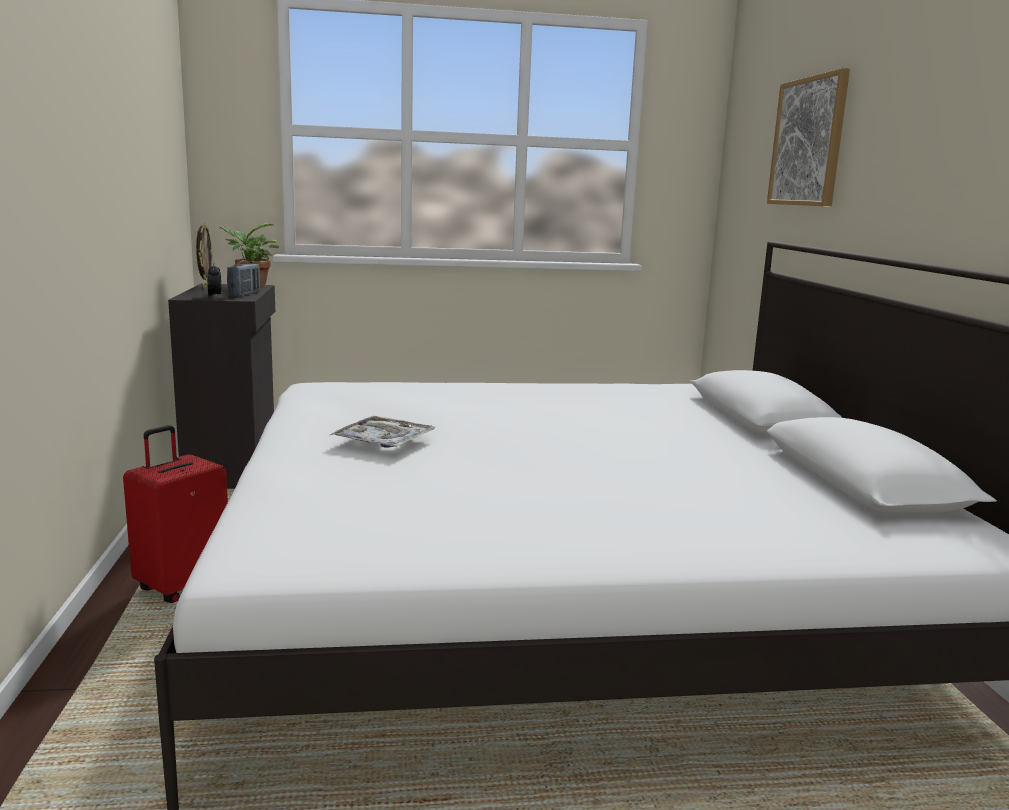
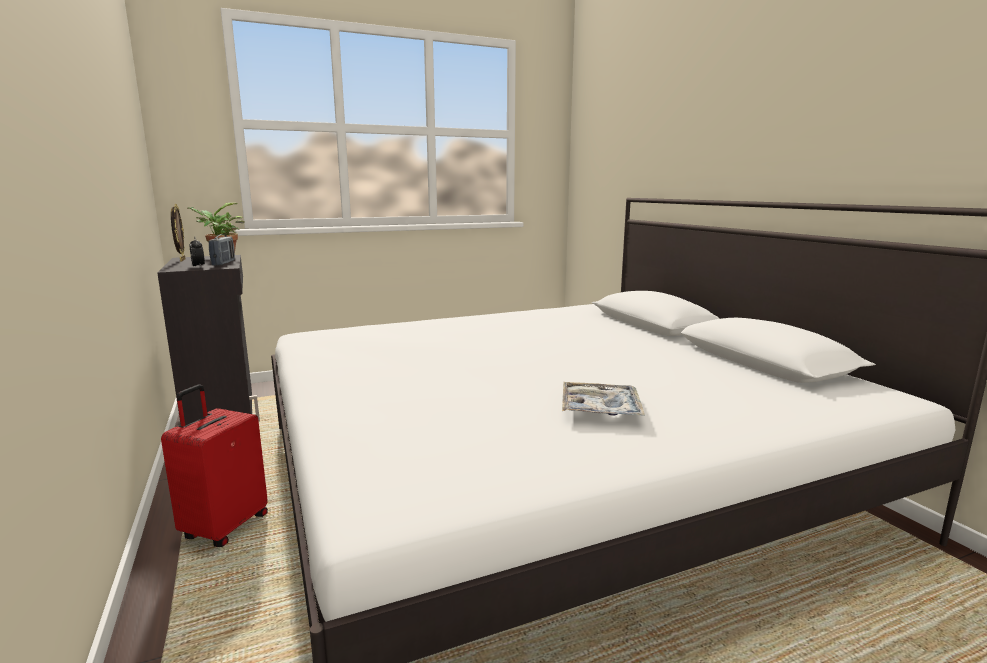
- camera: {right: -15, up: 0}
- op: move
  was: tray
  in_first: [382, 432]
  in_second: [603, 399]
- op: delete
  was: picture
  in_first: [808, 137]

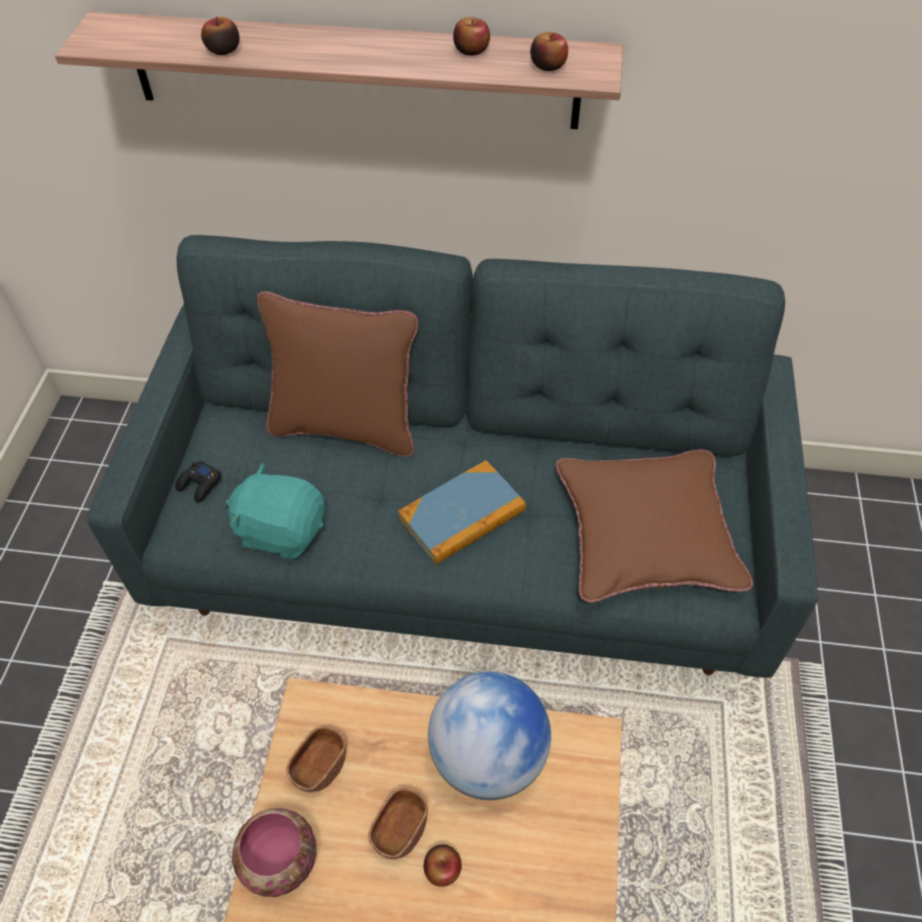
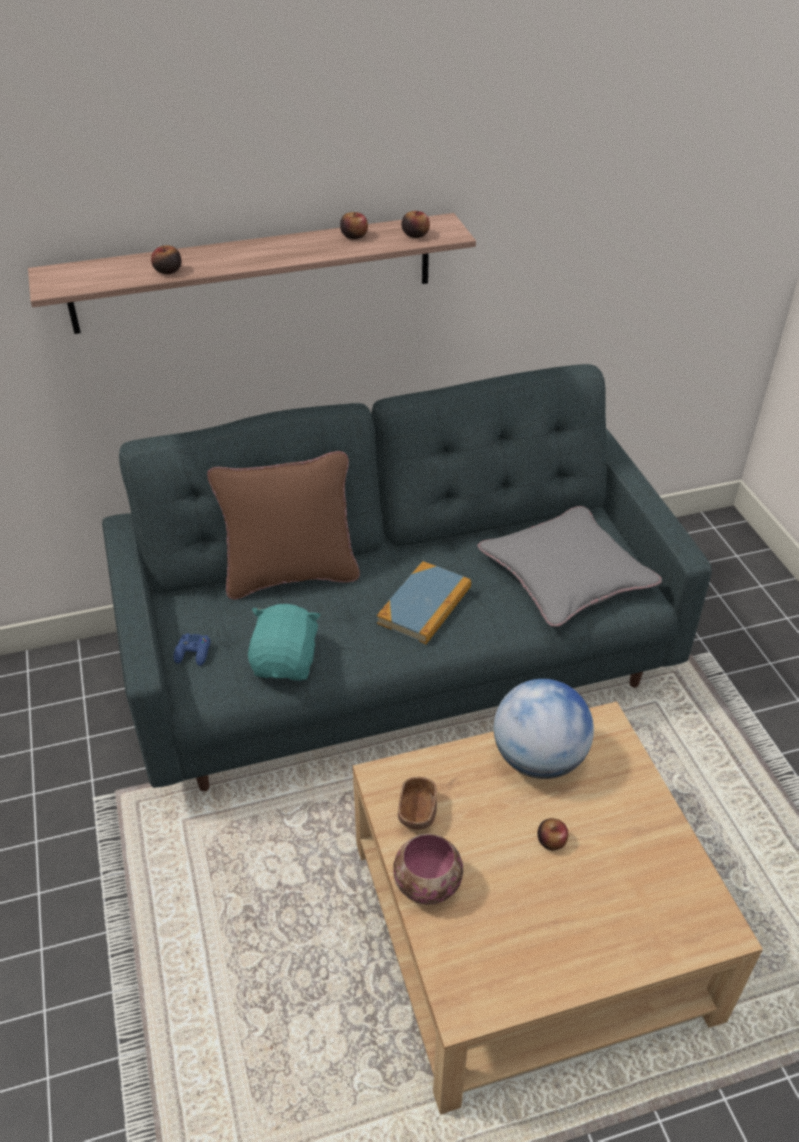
- camera: {right: -25, up: -10}
- op: recolor
  was: game controller (black)
  now: game controller (blue)
  in_first: [198, 482]
  in_second: [192, 649]
- op: rotate
  was: plush toy (turquoise)
  in_first: [275, 511]
  in_second: [284, 642]
  clockwise: 105
- op: recolor
  was: pillow (brown)
  now: pillow (grey)
  in_first: [654, 526]
  in_second: [569, 566]
- op: delete
  was: bowl (brown)
  in_first: [398, 823]

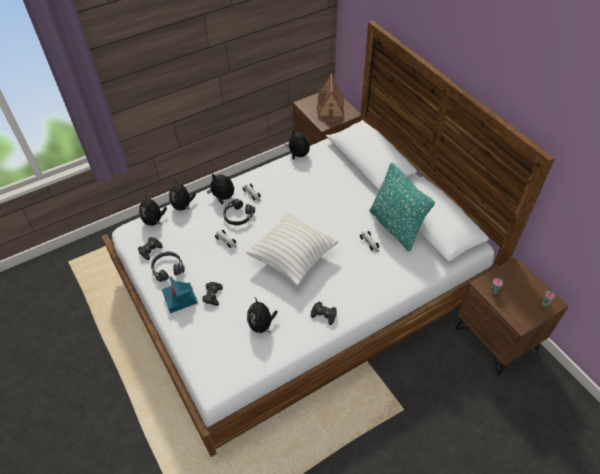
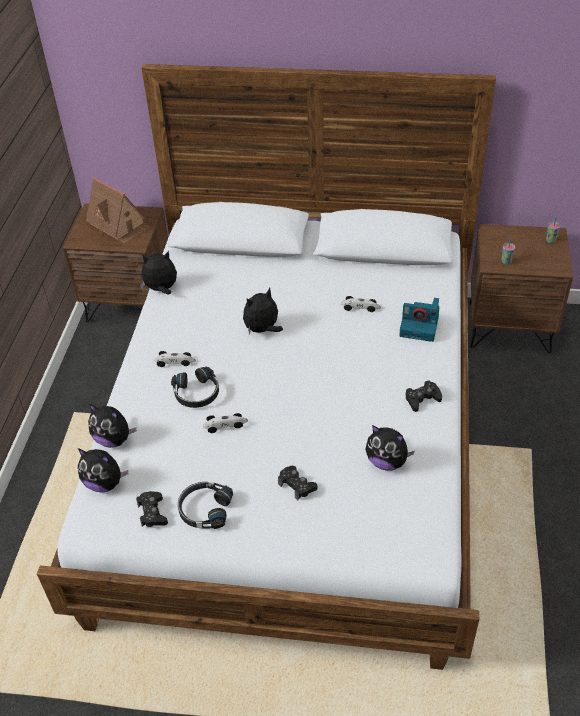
- camera: {right: -50, up: -5}
- op: move
  was: plush toy
  in_first: [220, 188]
  in_second: [263, 311]
- op: move
  was: photo camera
  in_first: [180, 295]
  in_second: [419, 320]
- op: delete
  was: pillow (white)
  in_first: [292, 249]
- op: delete
  was: pillow (turquoise)
  in_first: [402, 207]

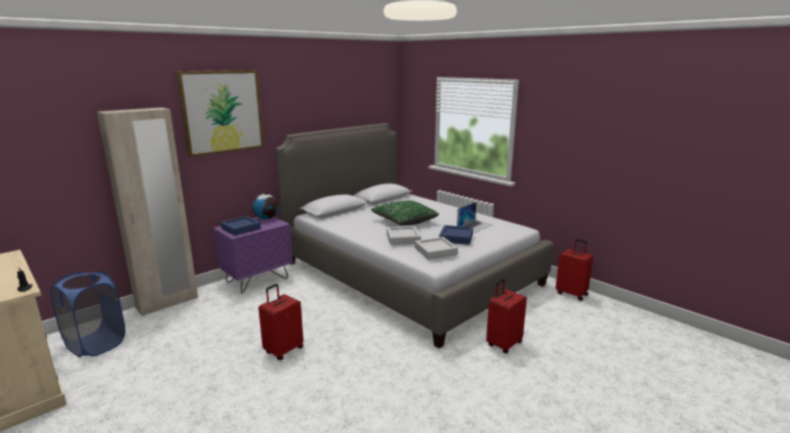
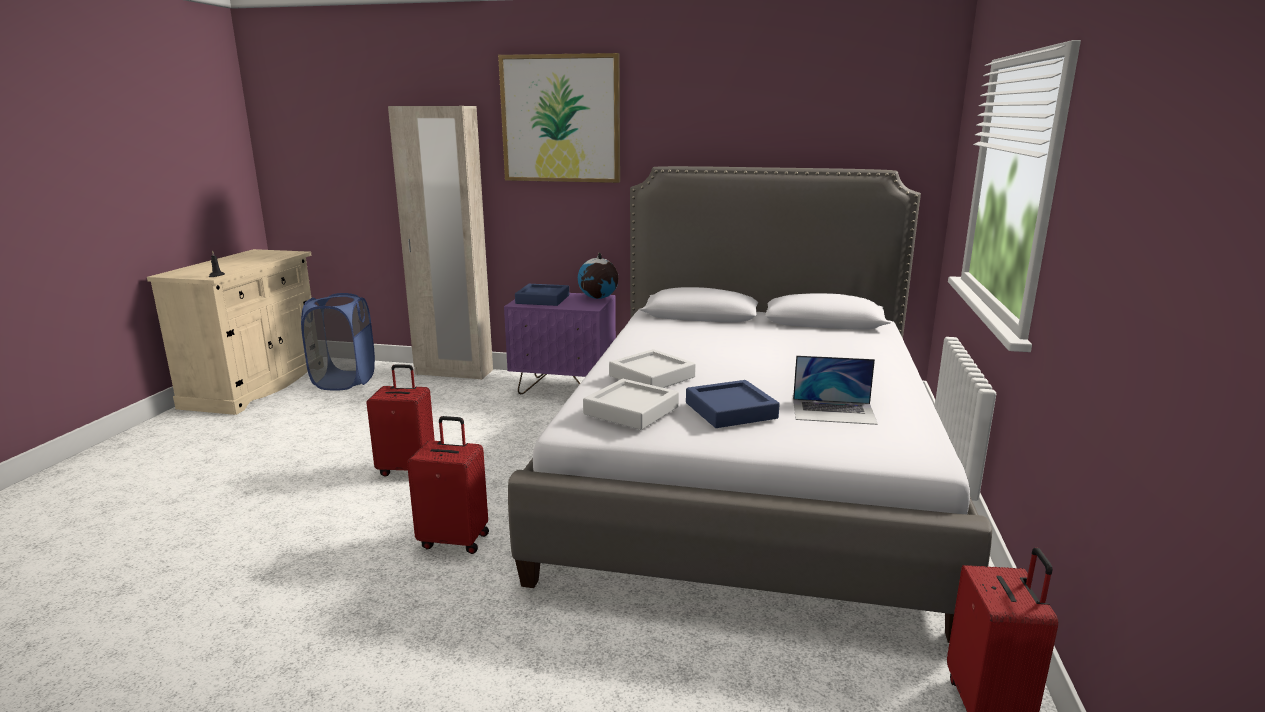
- camera: {right: 55, up: 0}
- op: move
  was: suitcase (red)
  in_first: [506, 316]
  in_second: [448, 485]
- op: delete
  was: pillow (green)
  in_first: [405, 213]

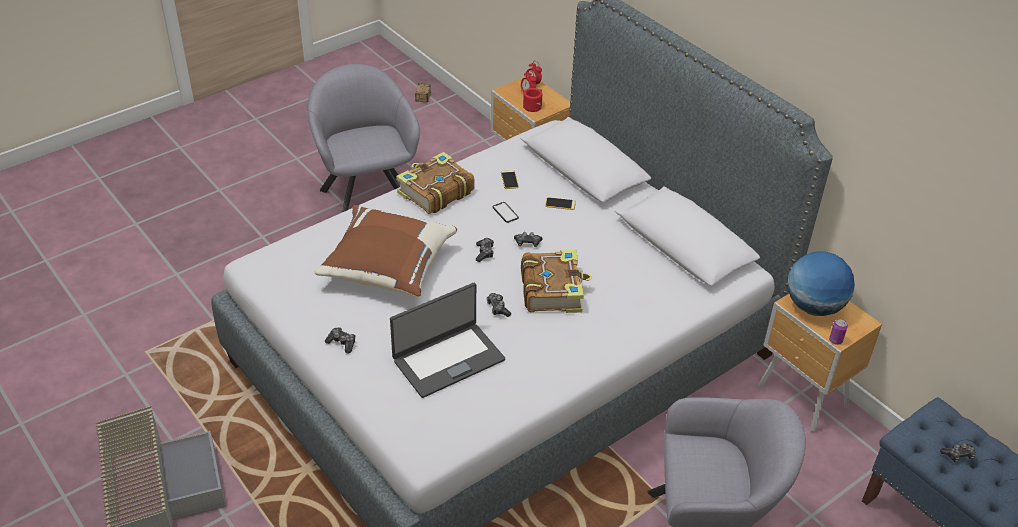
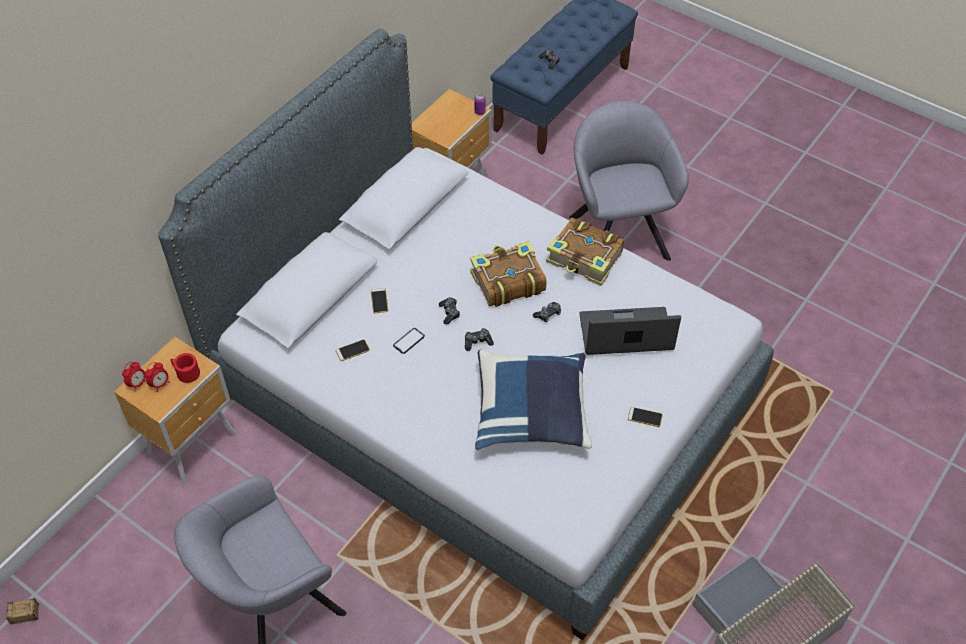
- camera: {right: -105, up: 10}
- op: recolor
  was: pillow (brown)
  now: pillow (blue)
  in_first: [386, 251]
  in_second: [533, 400]
- op: move
  was: book
  in_first: [435, 183]
  in_second: [585, 252]
- op: rotate
  was: laptop
  in_first: [447, 340]
  in_second: [630, 331]
  clockwise: -45
- op: replace
  was: game controller
  now: phone
  in_first: [340, 340]
  in_second: [645, 417]
- op: delete
  was: globe
  in_first: [821, 283]

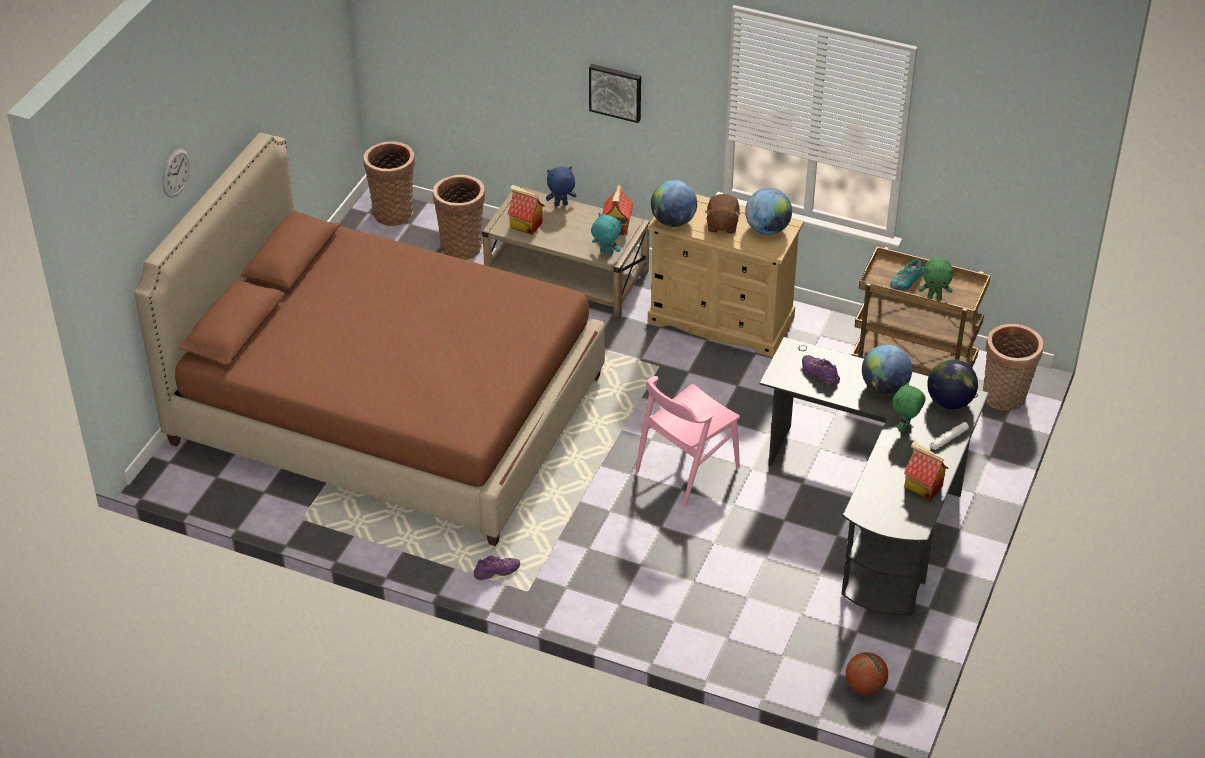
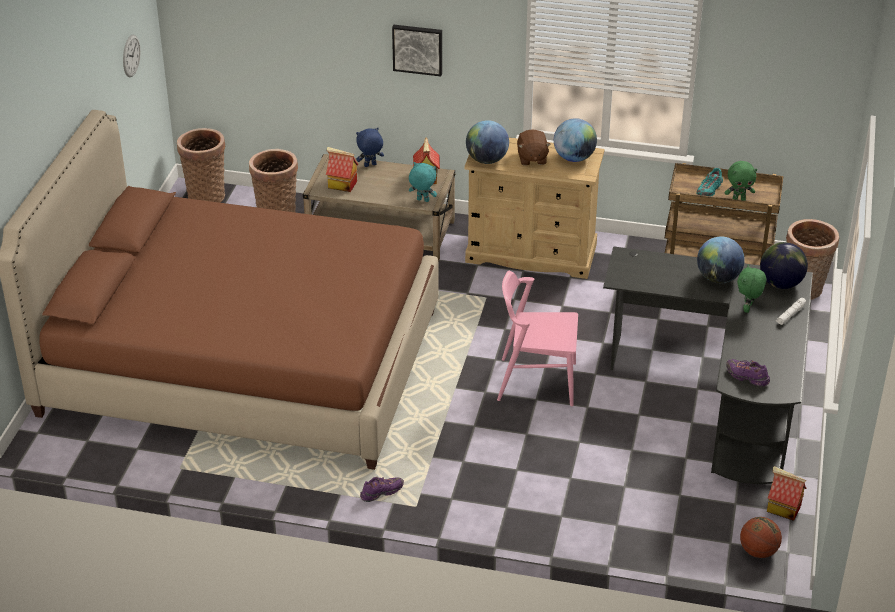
- camera: {right: -10, up: -5}
- op: move
  was: wall clock
  in_first: [176, 173]
  in_second: [131, 55]
- op: rotate
  was: chair (pink)
  in_first: [687, 441]
  in_second: [537, 338]
  clockwise: 60
- op: move
  was: shoe (purple)
  in_first: [821, 370]
  in_second: [748, 372]
- op: move
  was: toy house
  in_first: [926, 470]
  in_second: [786, 493]

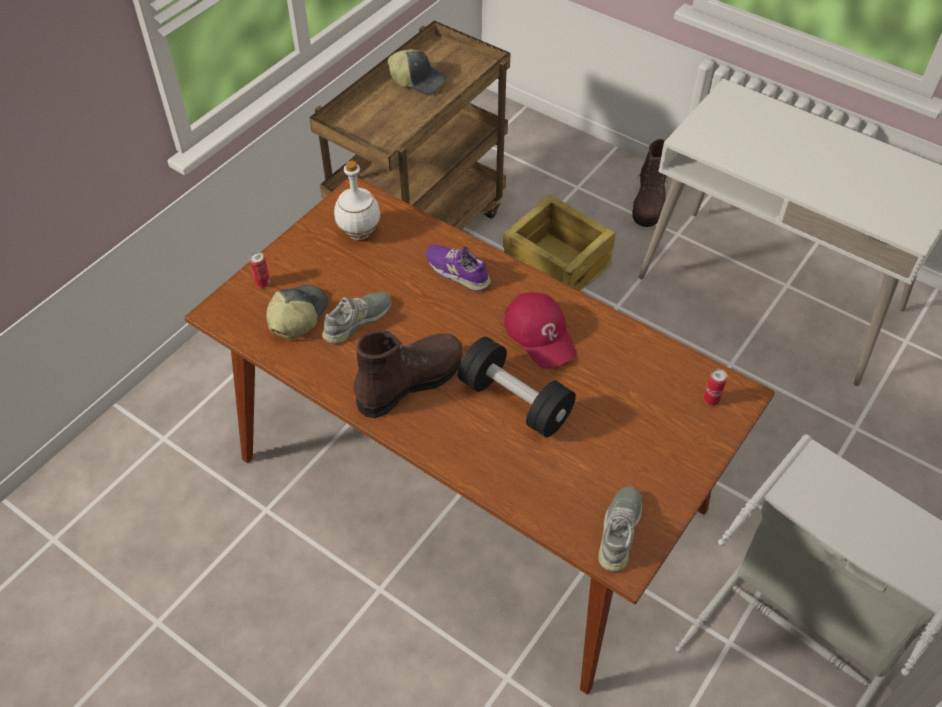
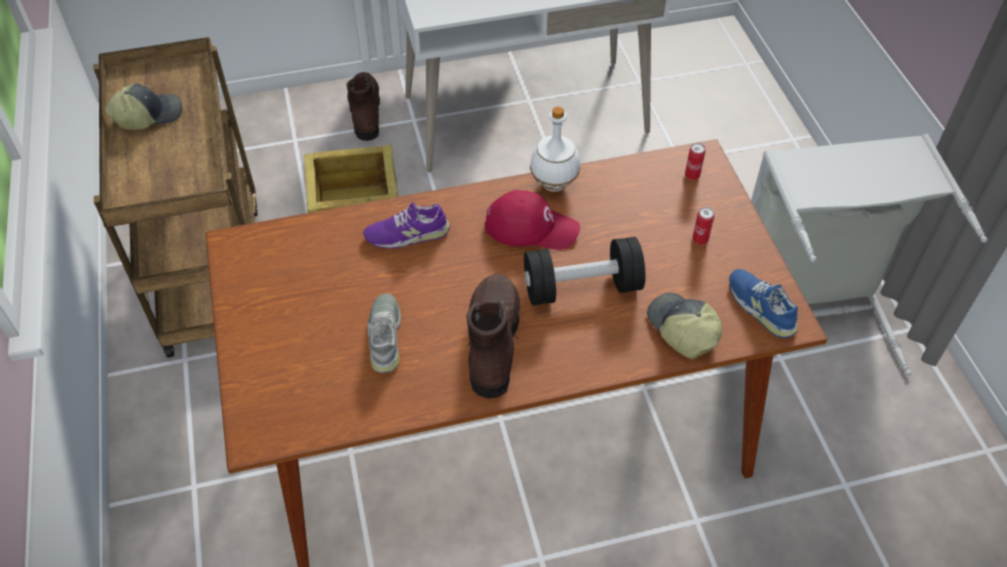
- camera: {right: -50, up: 0}
- op: rotate
  was: boot (brown)
  in_first: [649, 183]
  in_second: [364, 106]
  clockwise: -150
- op: move
  was: bottle (white)
  in_first: [357, 200]
  in_second: [555, 149]
- op: move
  was: cap
  in_first: [297, 312]
  in_second: [684, 326]
- op: move
  was: can
  in_first: [260, 270]
  in_second: [703, 226]
- op: recolor
  was: shoe (grey)
  now: shoe (blue)
  in_first: [620, 529]
  in_second: [763, 303]

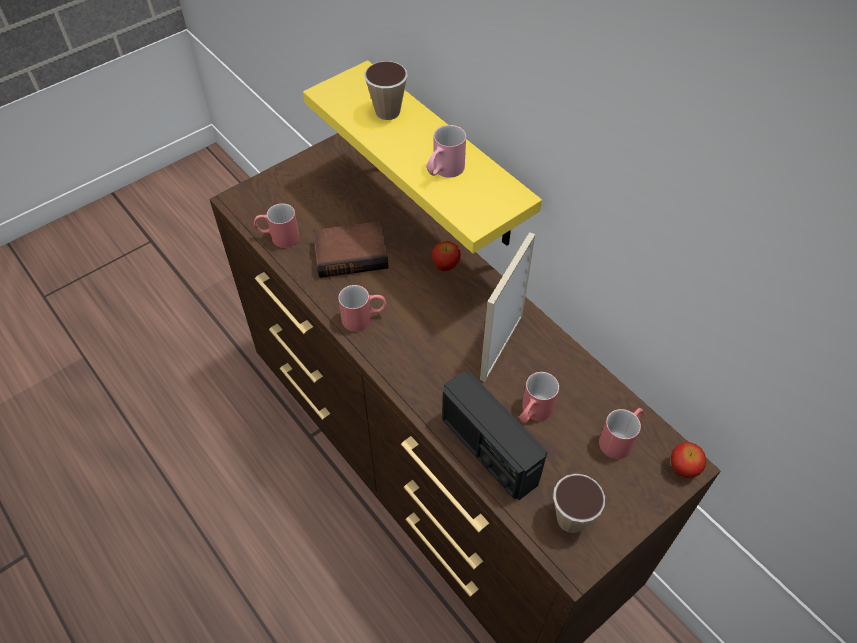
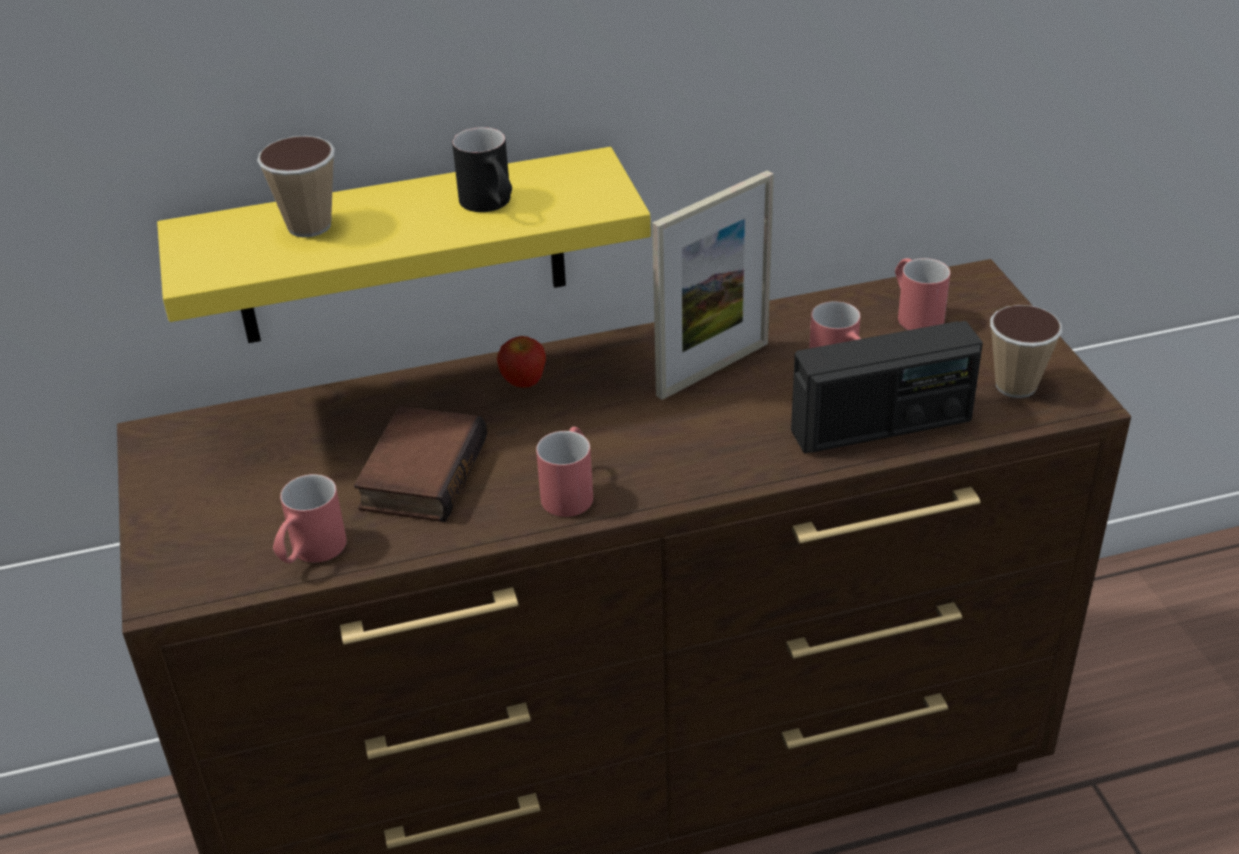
- camera: {right: -65, up: -15}
- op: recolor
  was: mug (pink)
  now: mug (black)
  in_first: [446, 151]
  in_second: [482, 169]
- op: rotate
  was: picture frame
  in_first: [507, 307]
  in_second: [713, 285]
  clockwise: -90
- op: delete
  was: apple
  in_first: [689, 460]

